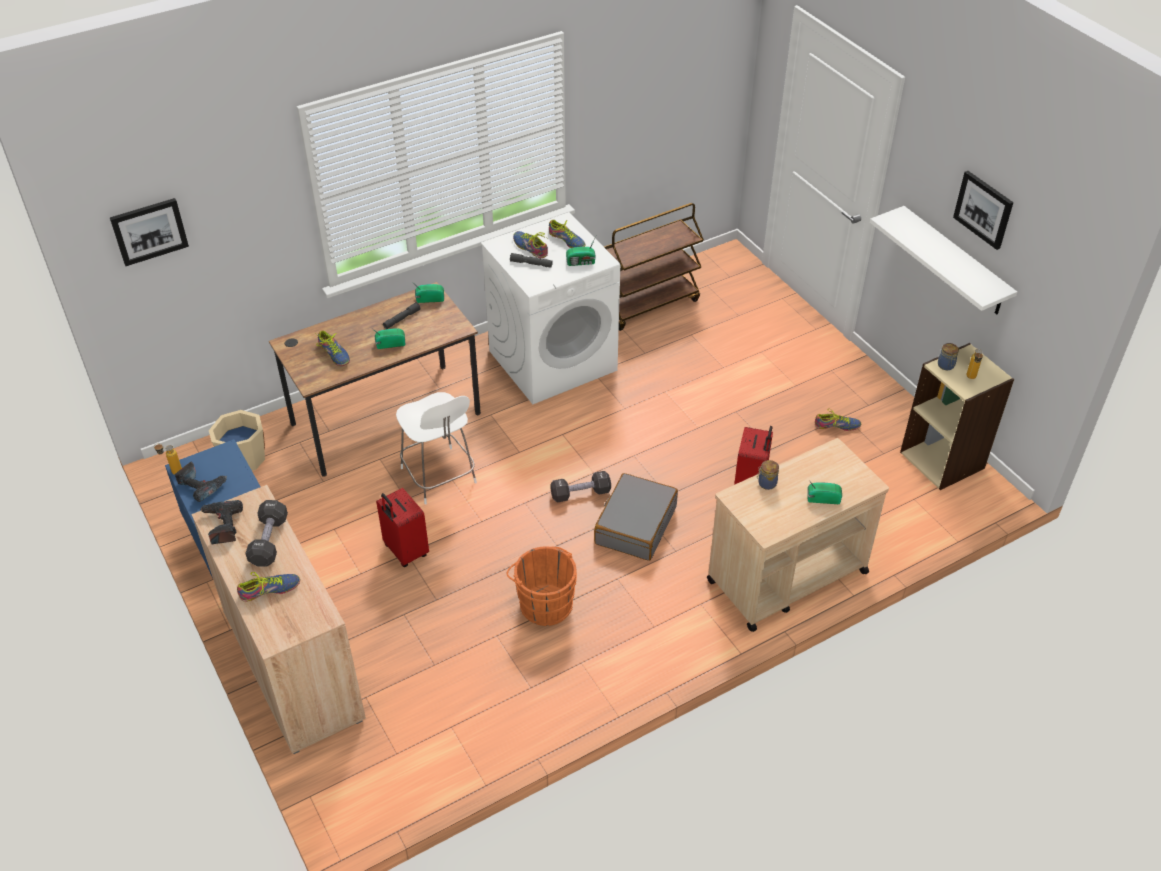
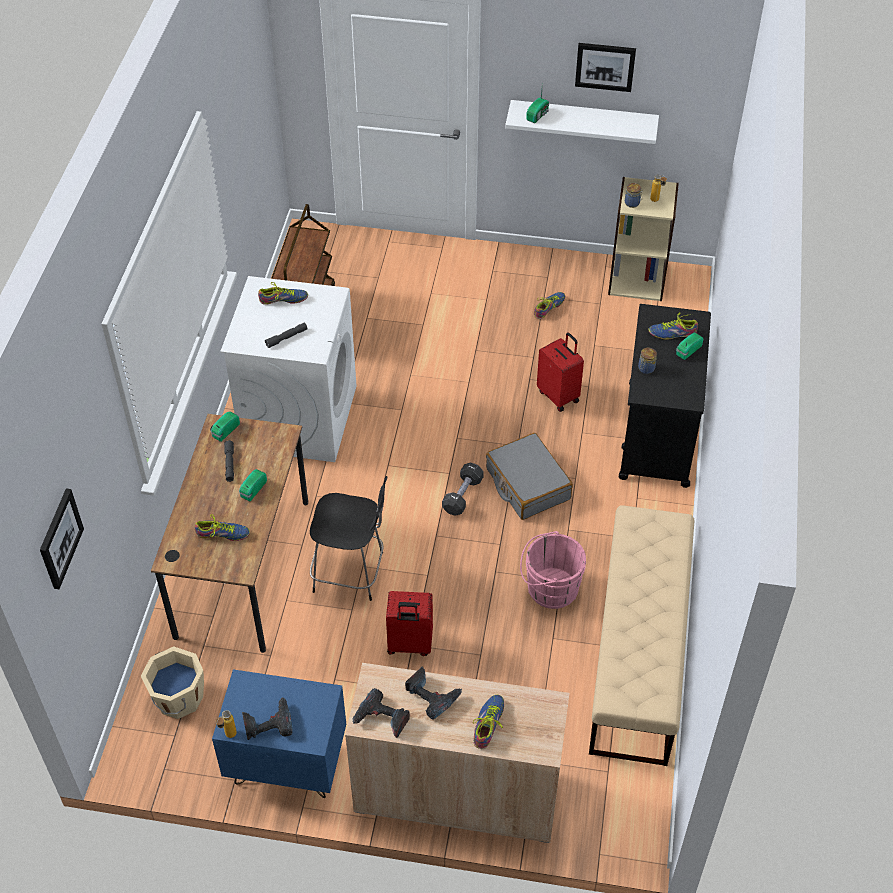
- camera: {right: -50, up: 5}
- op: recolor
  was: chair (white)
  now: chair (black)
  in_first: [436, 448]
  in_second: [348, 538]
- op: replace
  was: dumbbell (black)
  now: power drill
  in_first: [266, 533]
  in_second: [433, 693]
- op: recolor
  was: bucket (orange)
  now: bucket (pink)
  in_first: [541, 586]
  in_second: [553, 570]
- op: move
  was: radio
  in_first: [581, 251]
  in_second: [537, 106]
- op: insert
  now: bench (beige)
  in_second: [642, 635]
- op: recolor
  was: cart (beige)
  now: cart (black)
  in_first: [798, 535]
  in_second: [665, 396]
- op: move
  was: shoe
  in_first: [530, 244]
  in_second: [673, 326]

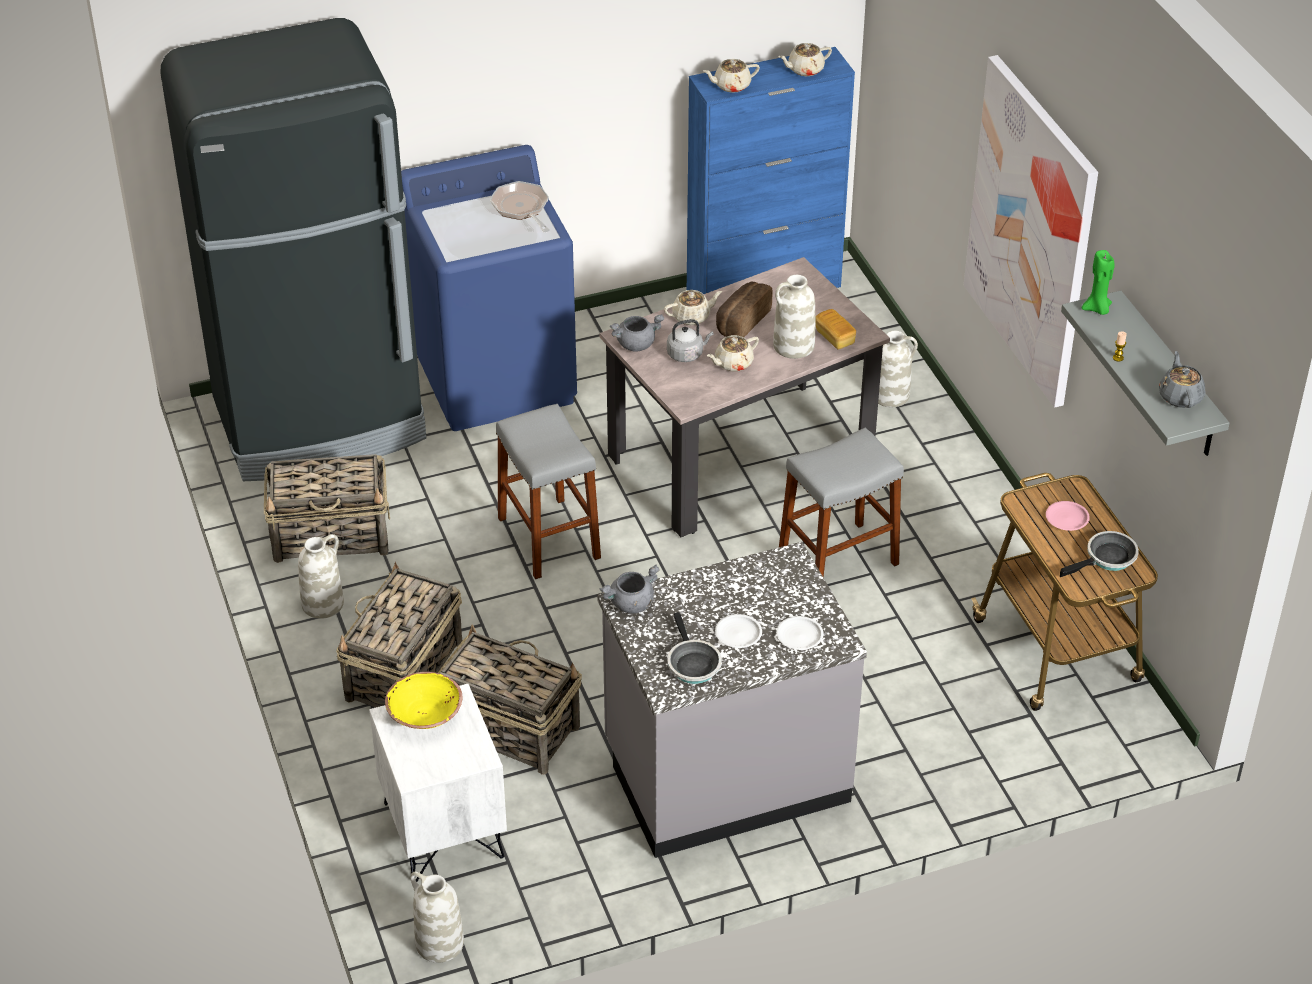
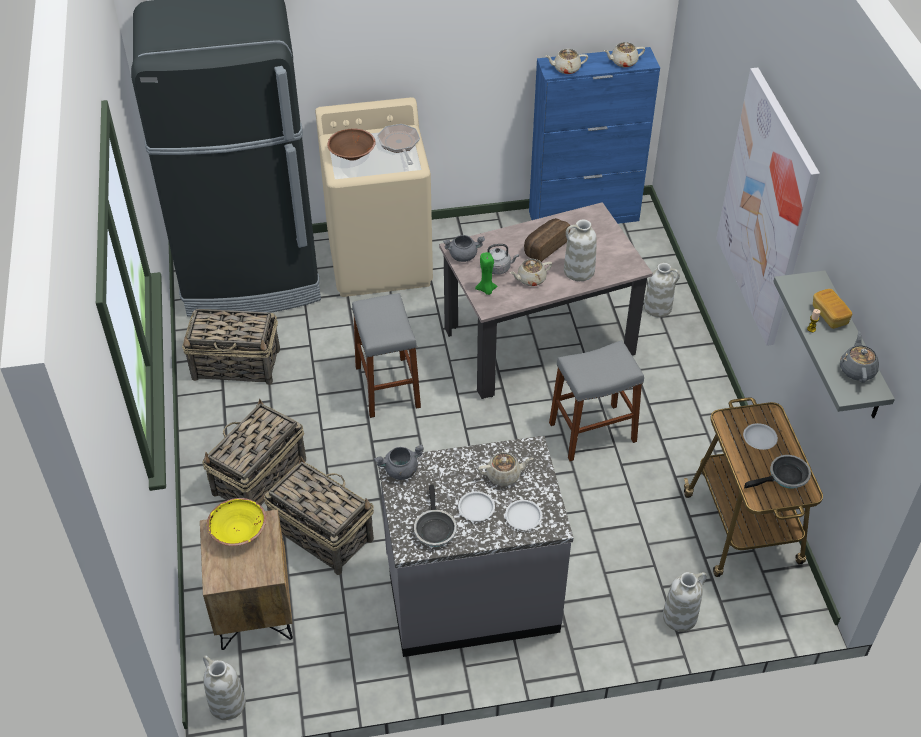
- camera: {right: 10, up: 5}
- op: recolor
  was: nightstand (white)
  now: nightstand (brown)
  in_first: [438, 783]
  in_second: [246, 580]
- op: recolor
  was: washing machine (blue)
  now: washing machine (beige)
  in_first: [489, 288]
  in_second: [374, 197]
- op: insert
  now: bowl (brown)
  in_second: [351, 144]
- op: move
  was: candle (green)
  in_first: [1098, 282]
  in_second: [486, 273]
- op: move
  was: teapot (beige)
  in_first: [693, 307]
  in_second: [505, 469]
- op: move
  was: vase (white)
  in_first: [321, 576]
  in_second: [685, 602]
- op: recolor
  was: plate (pink)
  now: plate (white)
  in_first: [1068, 516]
  in_second: [760, 436]
- op: move
  was: bread
  in_first: [835, 329]
  in_second: [832, 309]

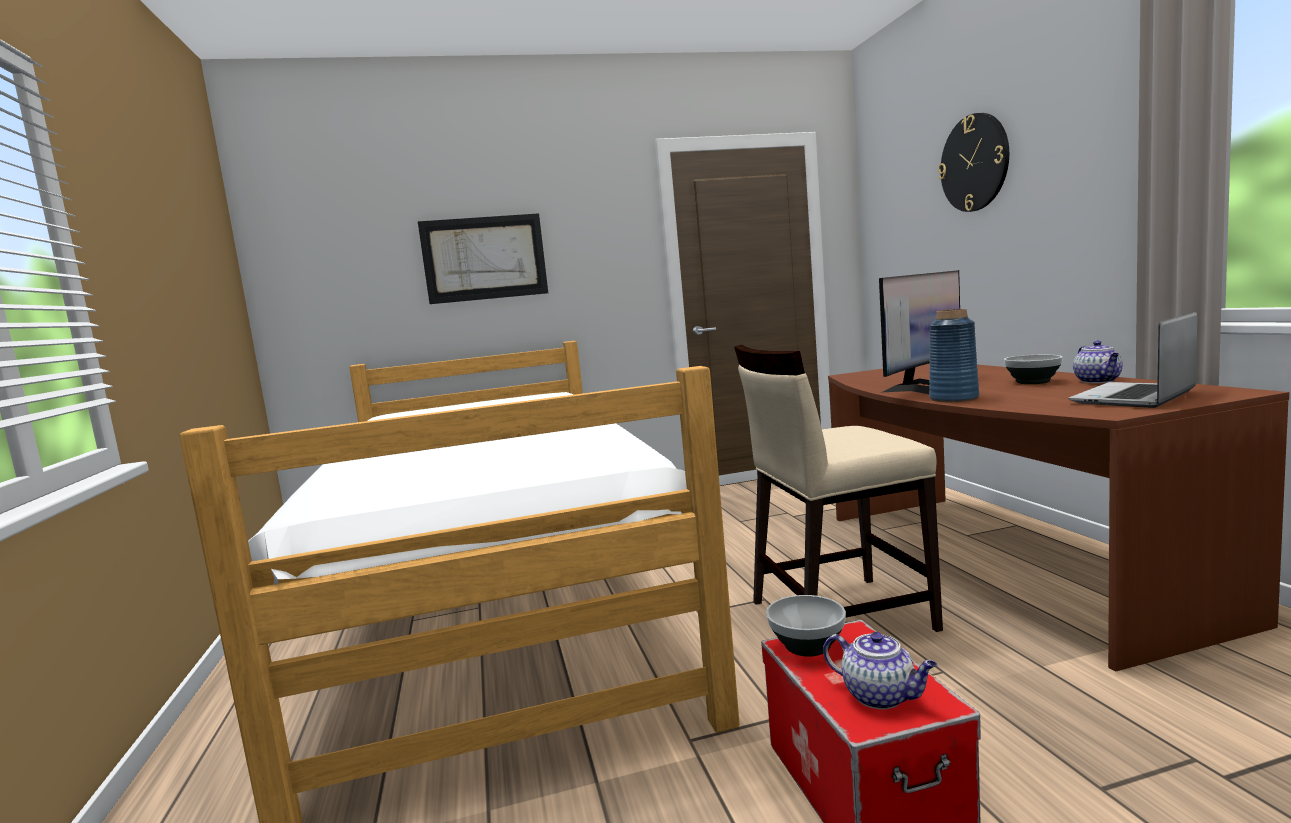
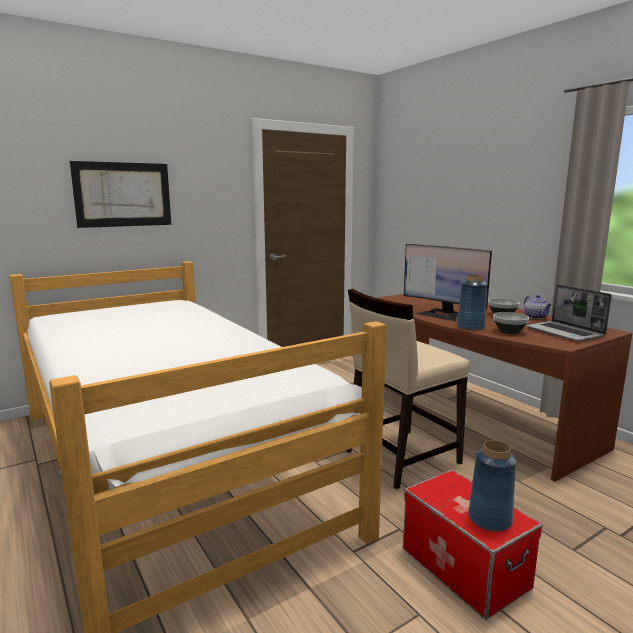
- camera: {right: -20, up: 5}
- op: rotate
  was: monitor
  in_first: [919, 332]
  in_second: [448, 283]
  clockwise: 105
- op: replace
  was: teapot
  now: vase (blue)
  in_first: [880, 670]
  in_second: [492, 486]
- op: move
  was: bowl
  in_first: [806, 626]
  in_second: [511, 323]
- op: rotate
  was: laptop
  in_first: [1132, 360]
  in_second: [569, 313]
  clockwise: -60
- op: delete
  was: wall clock
  in_first: [973, 162]

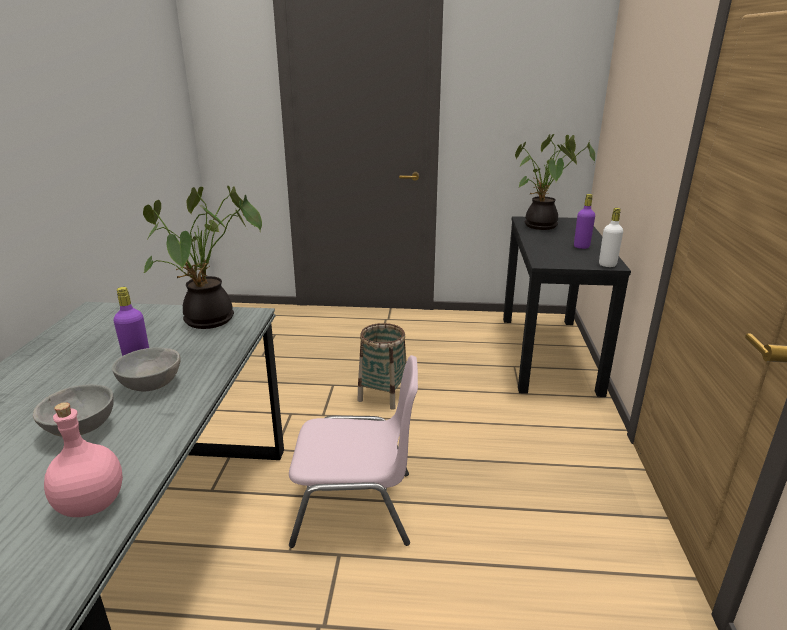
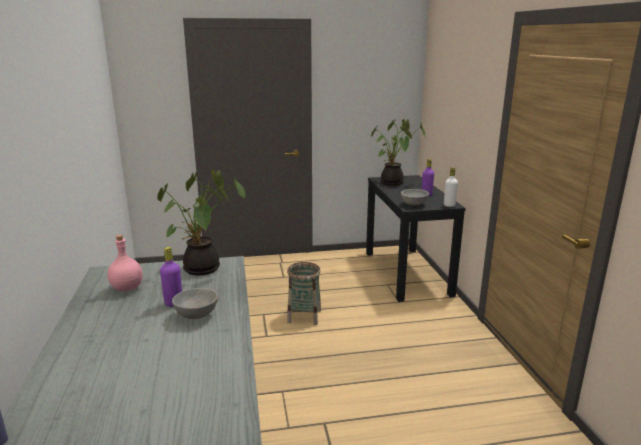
- camera: {right: -15, up: -5}
- op: move
  was: bottle (pink)
  in_first: [83, 459]
  in_second: [125, 263]
- op: move
  was: bowl (grey)
  in_first: [73, 410]
  in_second: [415, 197]
- op: delete
  was: chair (pink)
  in_first: [353, 451]

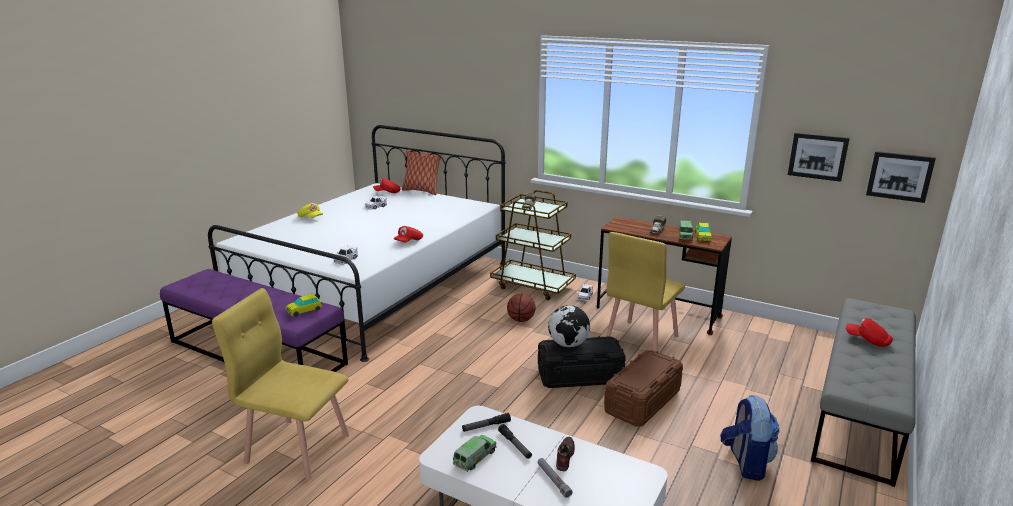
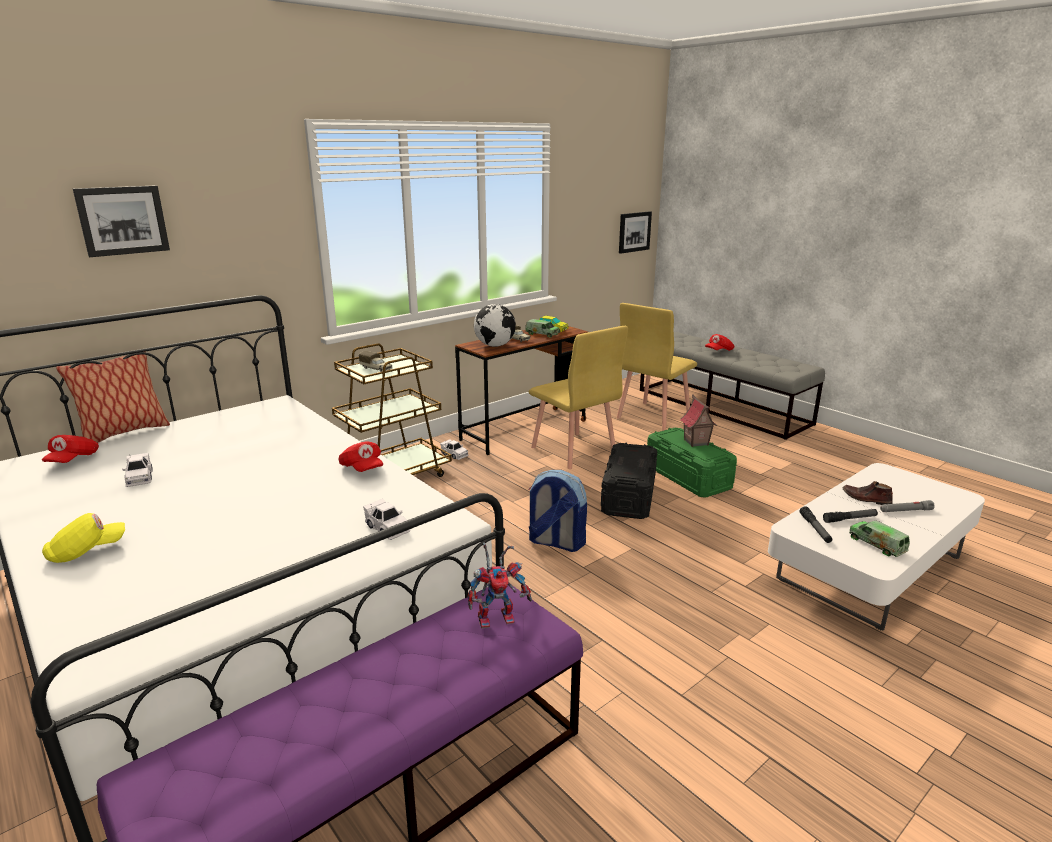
- camera: {right: -70, up: 0}
- op: move
  was: picture
  in_first: [819, 157]
  in_second: [121, 221]
- op: replace
  was: toy car
  now: toy robot
  in_first: [304, 305]
  in_second: [500, 585]
- op: move
  was: globe
  in_first: [569, 326]
  in_second: [495, 325]
- op: move
  was: backpack
  in_first: [750, 438]
  in_second: [557, 511]
- op: move
  was: chair (yellow)
  in_first: [280, 384]
  in_second: [657, 367]
- op: recolor
  was: storage box (brown)
  now: storage box (green)
  in_first: [643, 388]
  in_second: [692, 463]
- op: insert
  now: toy house
  in_second: [698, 420]
- op: delete
  was: basketball
  in_first: [521, 307]

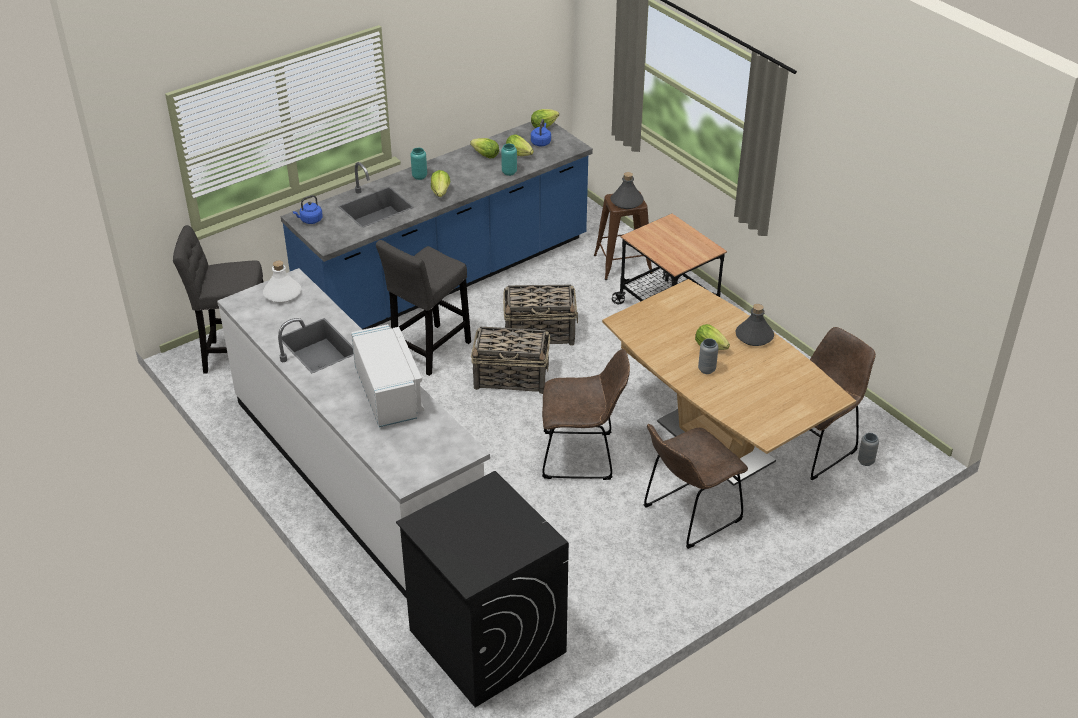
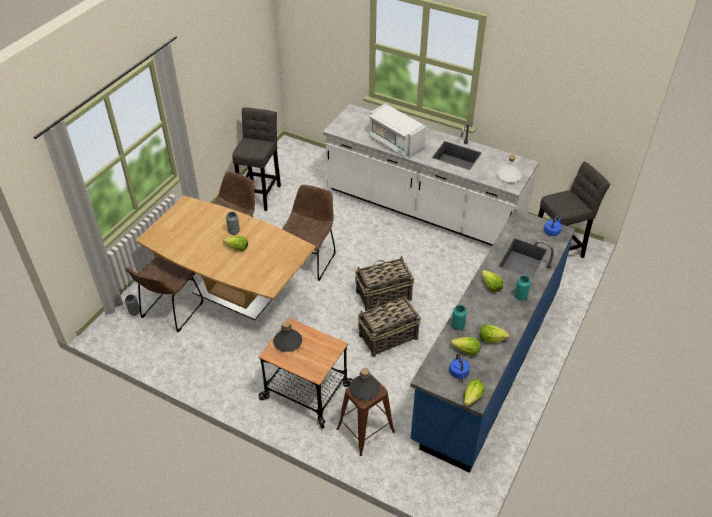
- camera: {right: 155, up: 5}
- op: move
  was: stool (grey)
  in_first: [423, 308]
  in_second: [256, 159]
- op: move
  was: bottle (grey)
  in_first: [754, 325]
  in_second: [287, 336]
- op: rotate
  was: chair (brown)
  in_first: [586, 414]
  in_second: [309, 233]
  clockwise: 135
- op: delete
  was: washing machine (black)
  in_first: [482, 589]

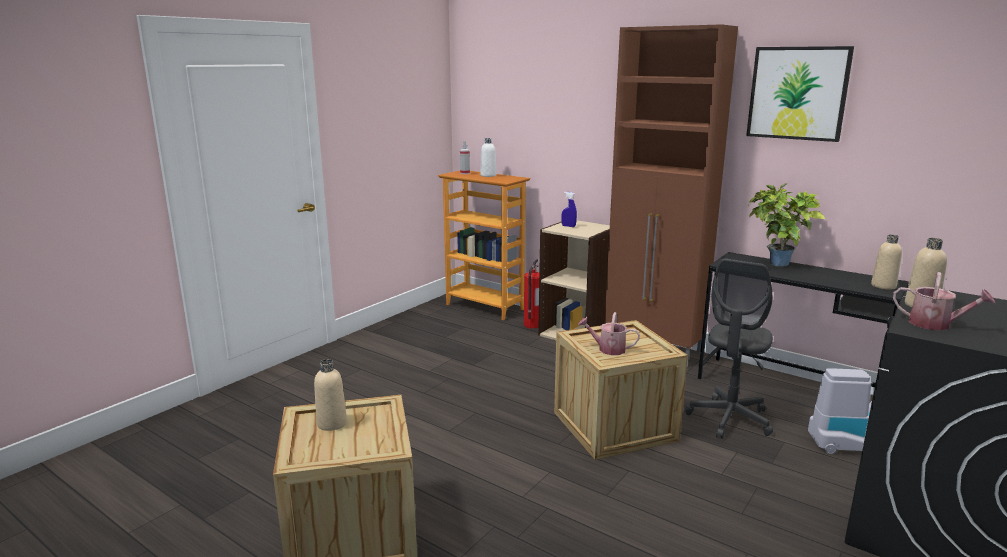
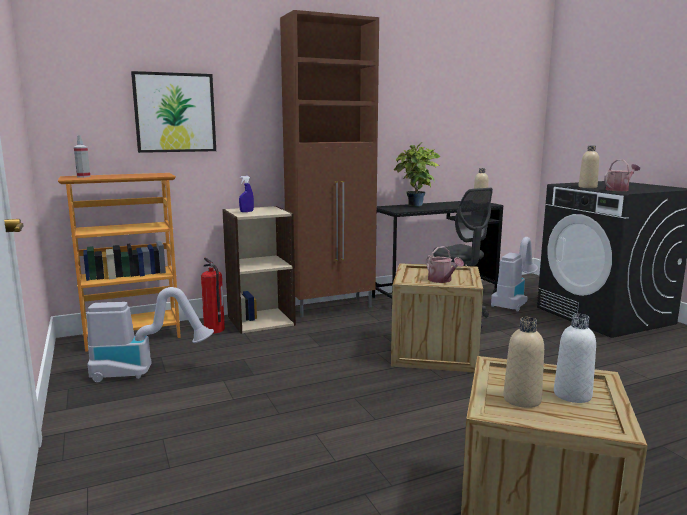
- camera: {right: -60, up: -5}
- op: insert
  now: vacuum cleaner
  in_second: [150, 334]
- op: move
  was: picture
  in_first: [800, 94]
  in_second: [173, 112]
- op: rotate
  was: watering can
  in_first: [609, 333]
  in_second: [445, 264]
  clockwise: -75
- op: move
  was: bottle (white)
  in_first: [488, 157]
  in_second: [575, 358]

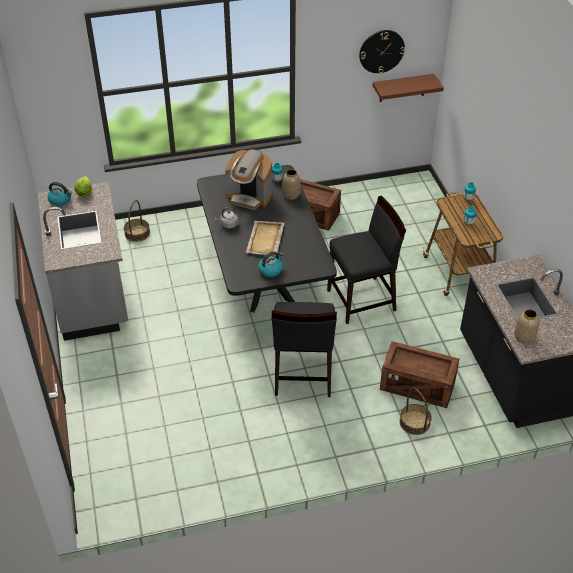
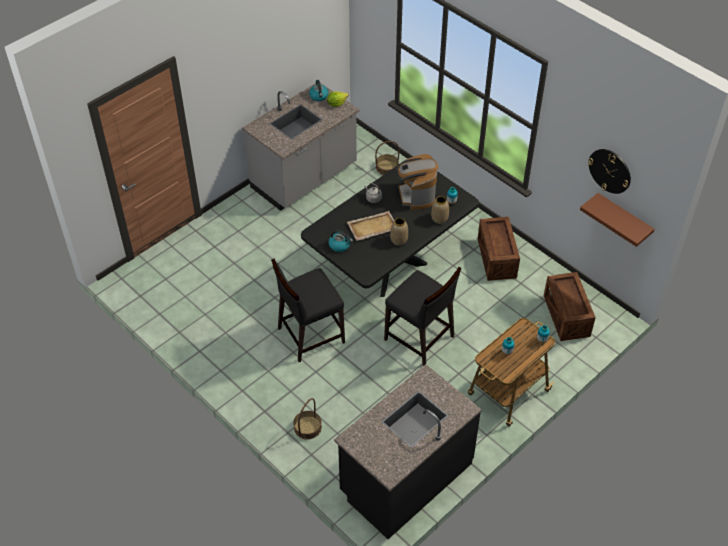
- camera: {right: 60, up: 5}
- op: move
  was: vase
  in_first: [526, 326]
  in_second: [399, 232]
- op: move
  was: crate
  in_first: [419, 374]
  in_second: [570, 306]

